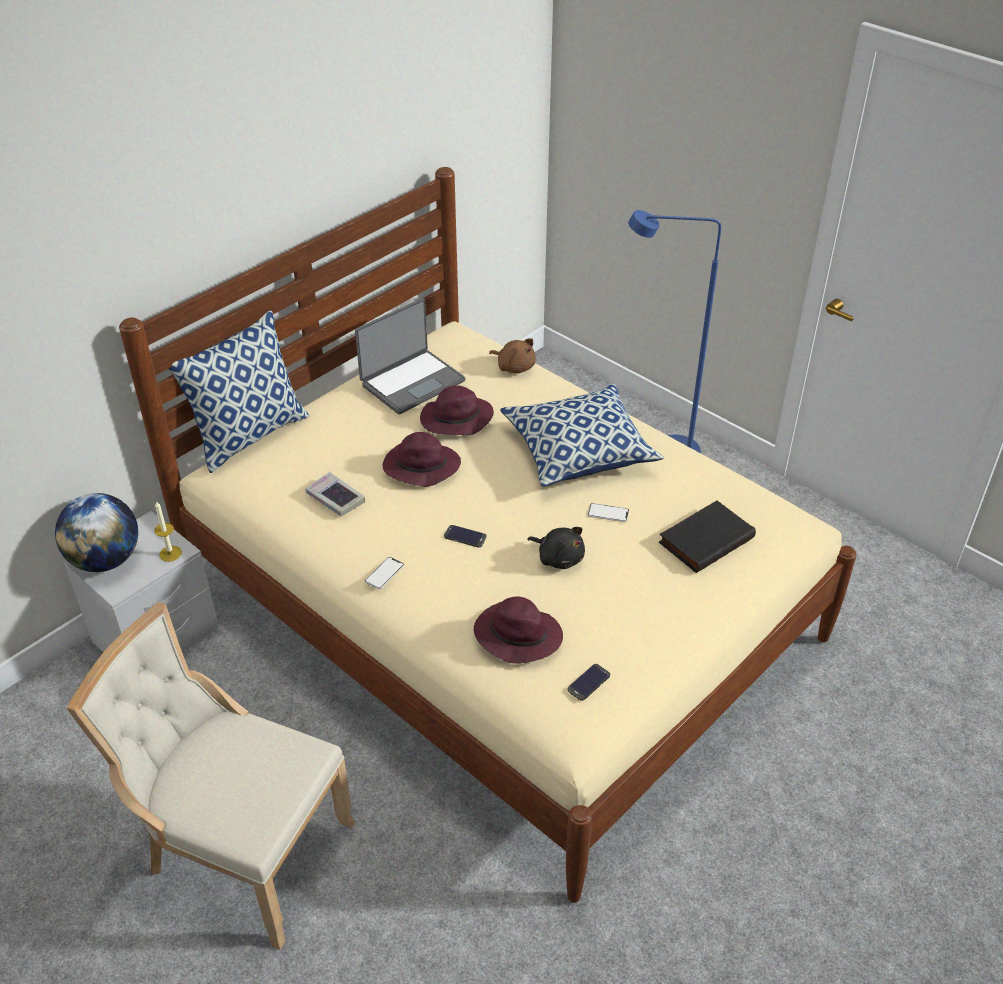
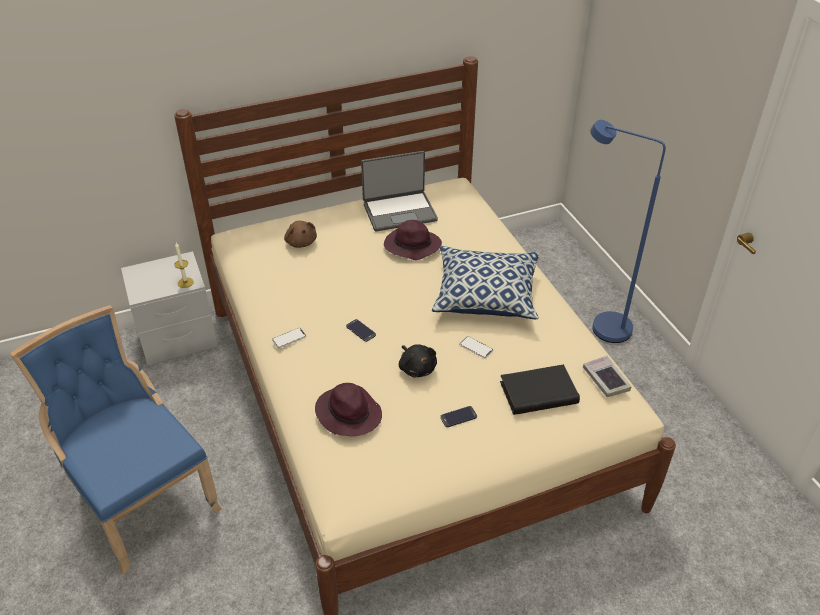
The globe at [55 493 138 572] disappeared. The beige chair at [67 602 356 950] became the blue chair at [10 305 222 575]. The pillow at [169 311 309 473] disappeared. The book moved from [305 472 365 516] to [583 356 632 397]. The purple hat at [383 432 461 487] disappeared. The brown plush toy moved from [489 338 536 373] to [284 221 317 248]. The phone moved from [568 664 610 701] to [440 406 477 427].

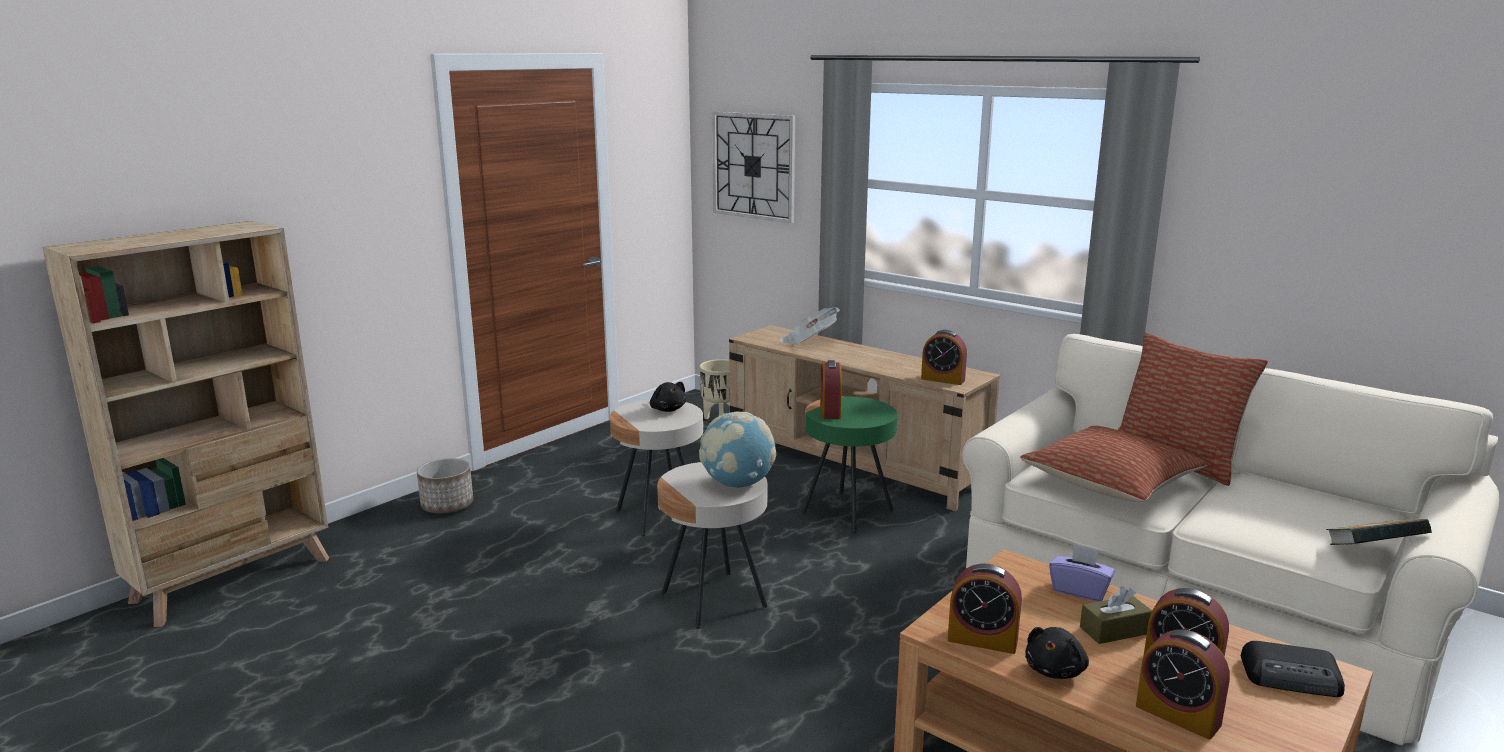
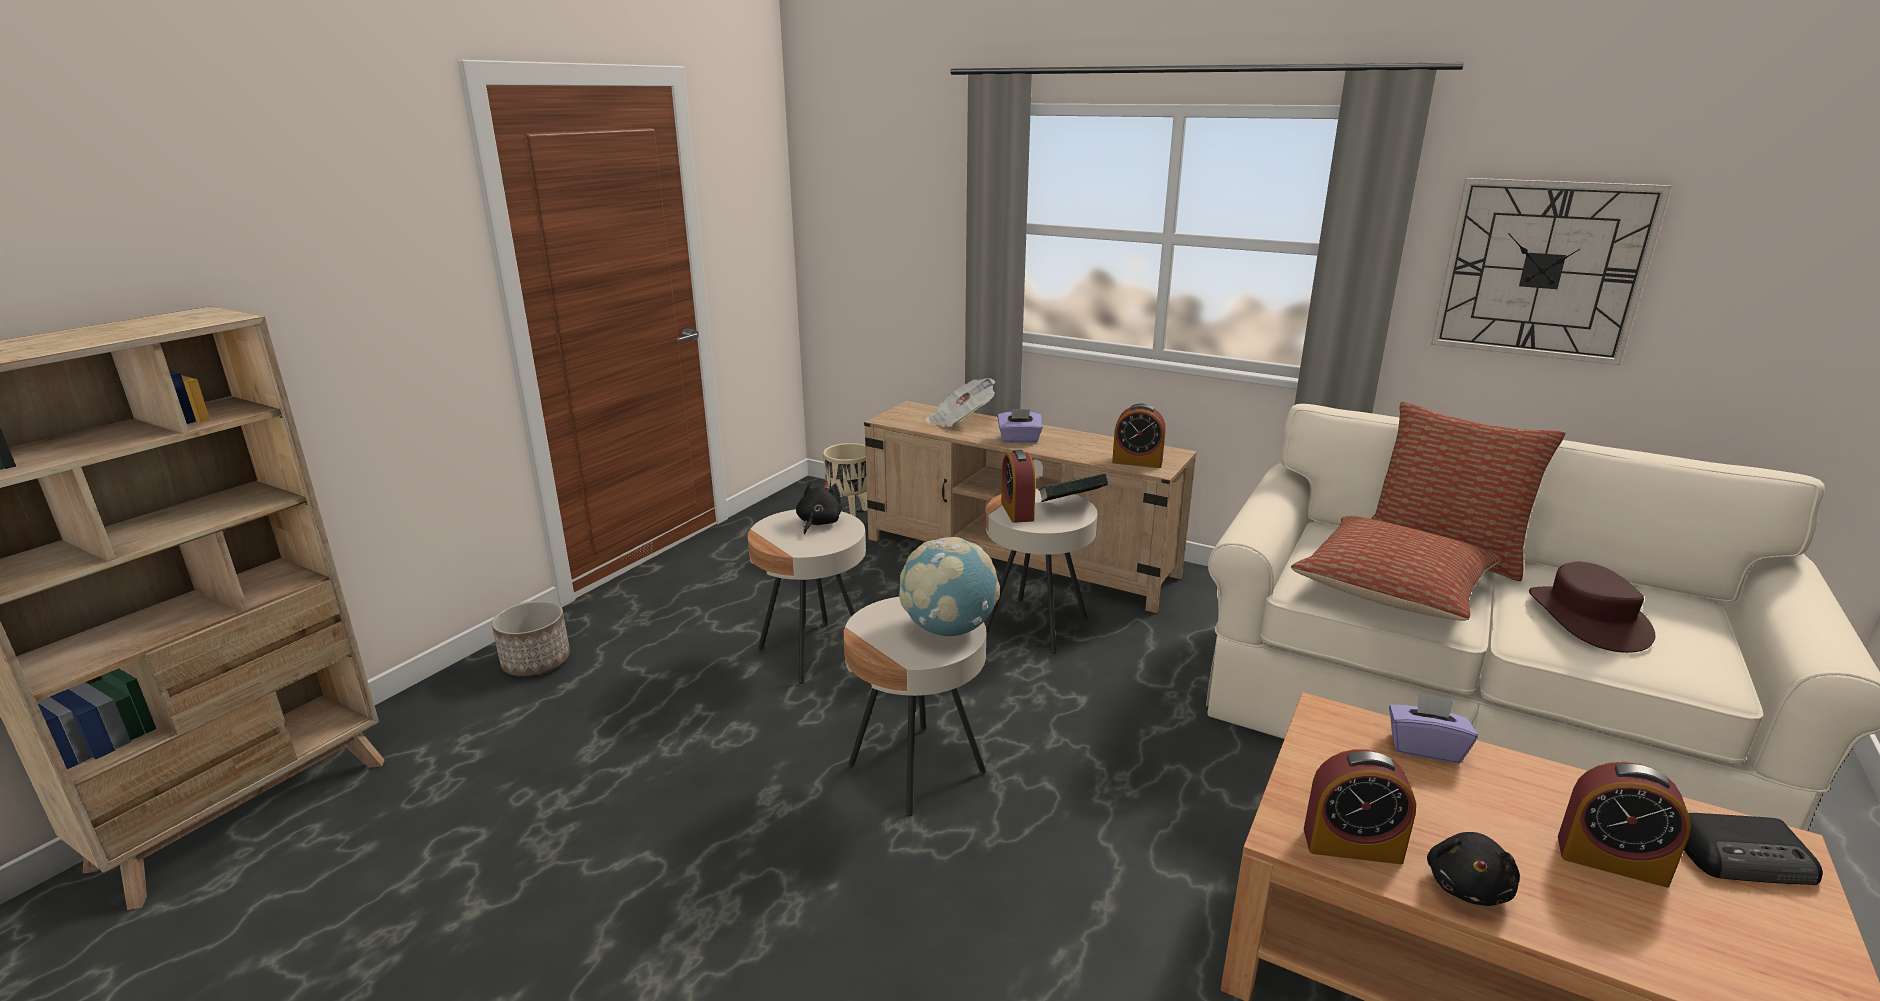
The black plush toy at [650 382 686 412] turned 120 degrees counterclockwise. The wall clock moved from [712 112 795 223] to [1431 178 1671 365]. The green side table at [802 396 897 533] became the beige side table at [985 489 1097 654]. The brown tissue box at [1080 586 1152 644] disappeared. The alarm clock at [1136 629 1230 739] disappeared. The book moved from [1326 519 1432 545] to [1038 473 1108 502]. The purple tissue box at [998 409 1043 443] appeared. The brown hat at [1529 562 1656 653] appeared.

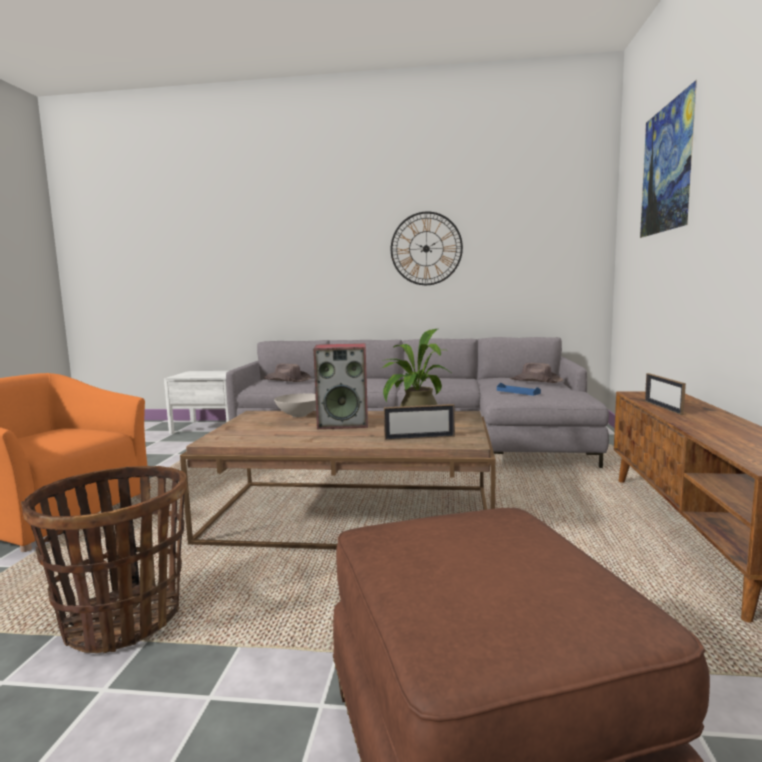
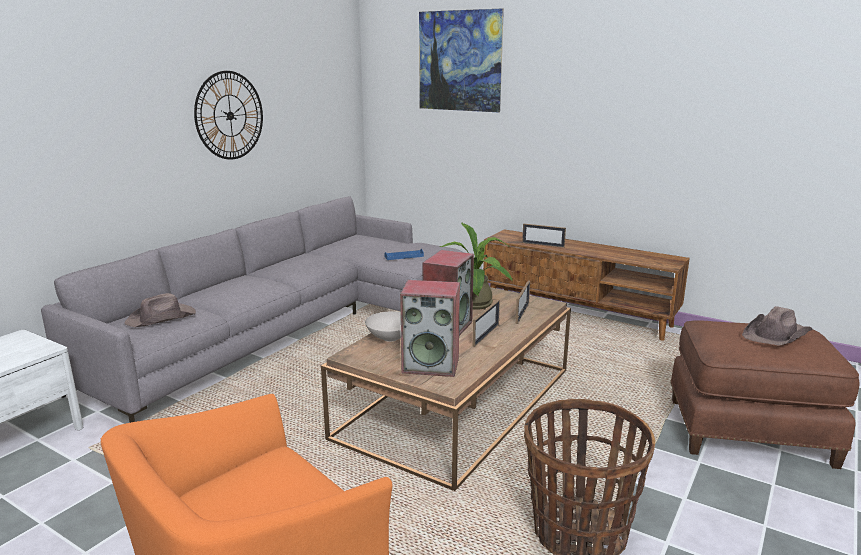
The brown hat moved from [510 363 564 383] to [742 306 813 346]. The speaker at [400 280 460 377] appeared. The picture frame at [472 300 500 347] appeared.

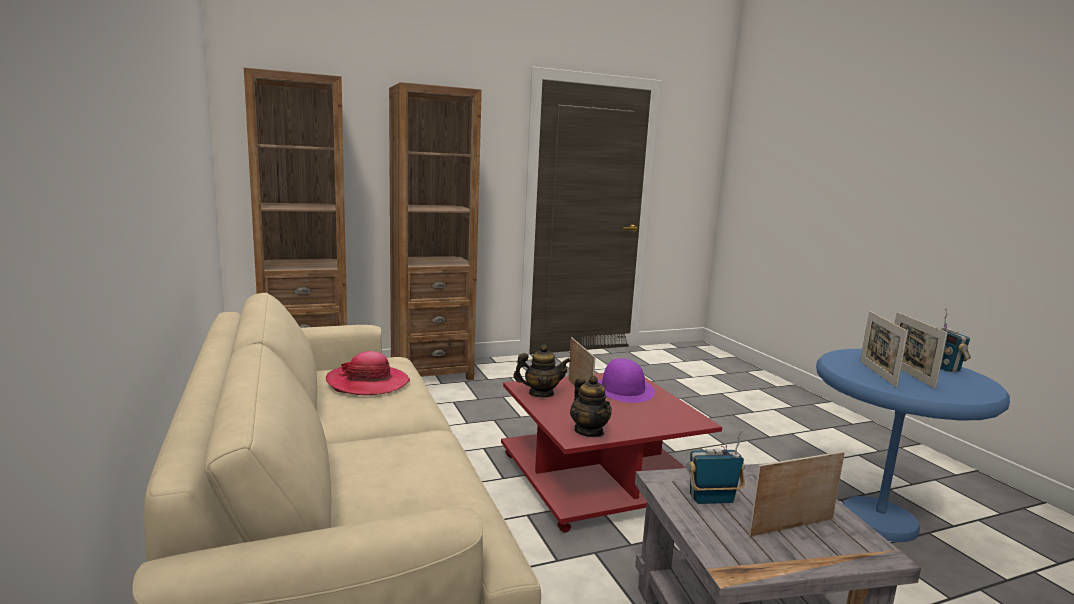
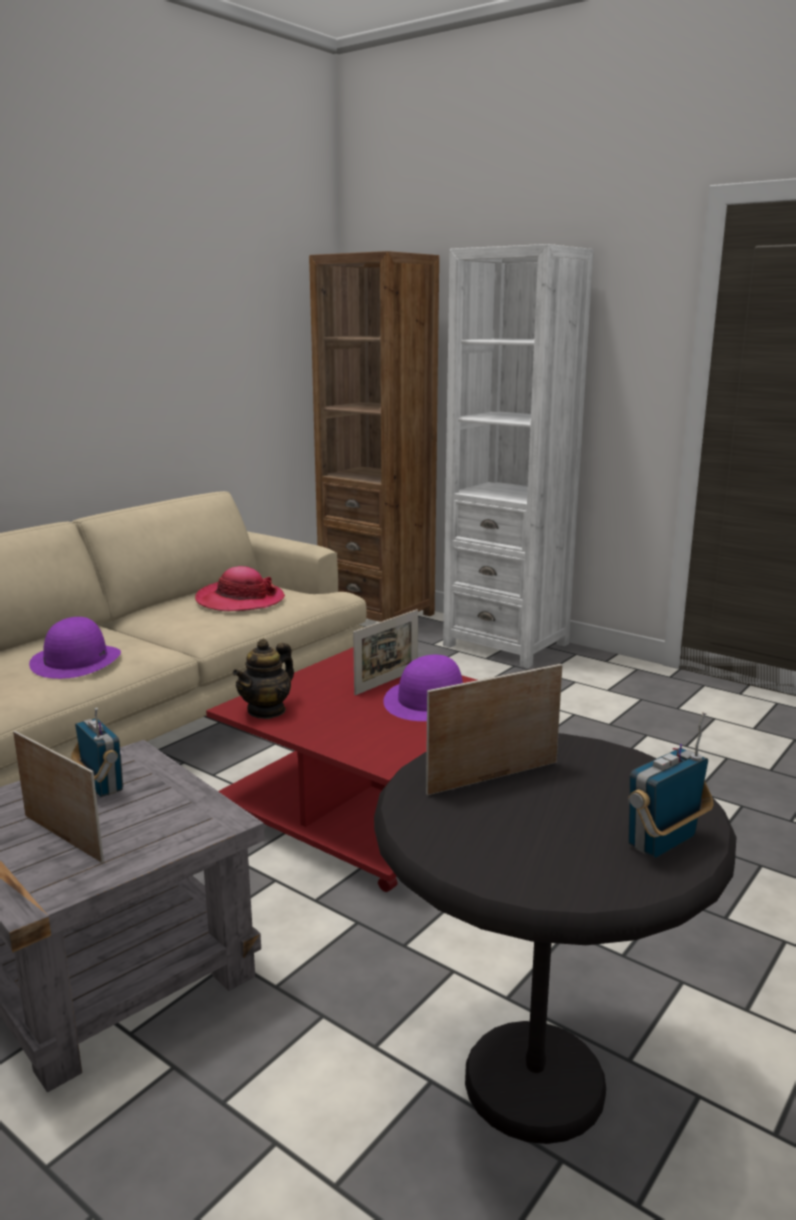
The brown bookcase at [389 82 482 380] became the white bookcase at [443 244 594 668]. The teapot at [513 345 571 397] disappeared. The blue side table at [816 349 1010 542] became the black side table at [374 733 736 1144]. The picture frame at [894 312 947 389] disappeared. The purple hat at [29 617 121 679] appeared.

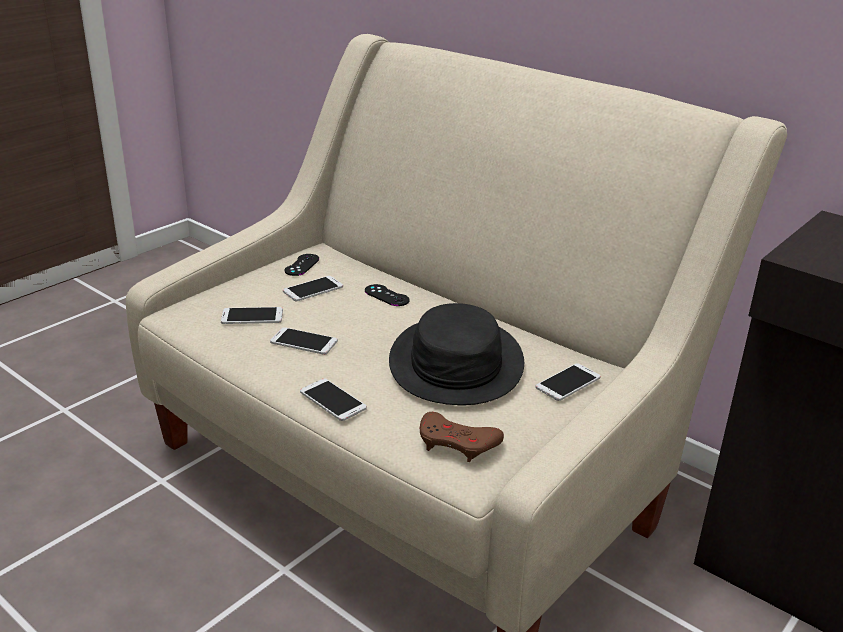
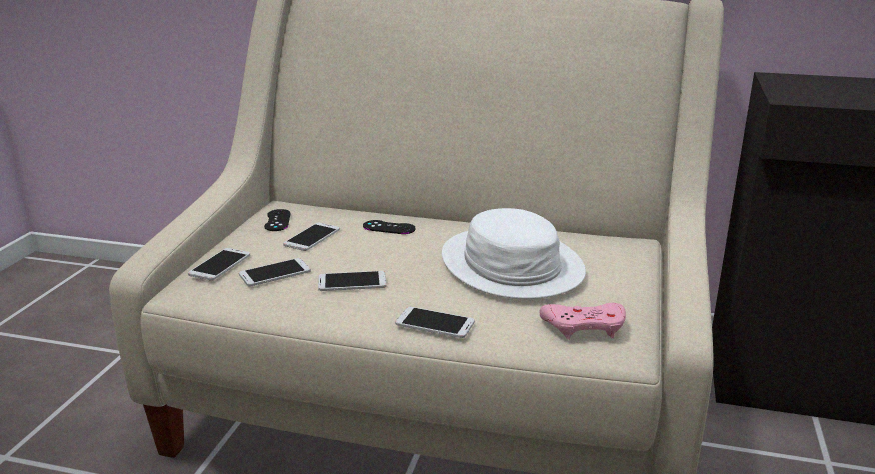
The black hat at [389 303 524 405] became the white hat at [442 208 586 299]. The brown game controller at [420 412 504 462] became the pink game controller at [539 303 626 340]. The phone moved from [535 363 601 401] to [188 248 250 281].

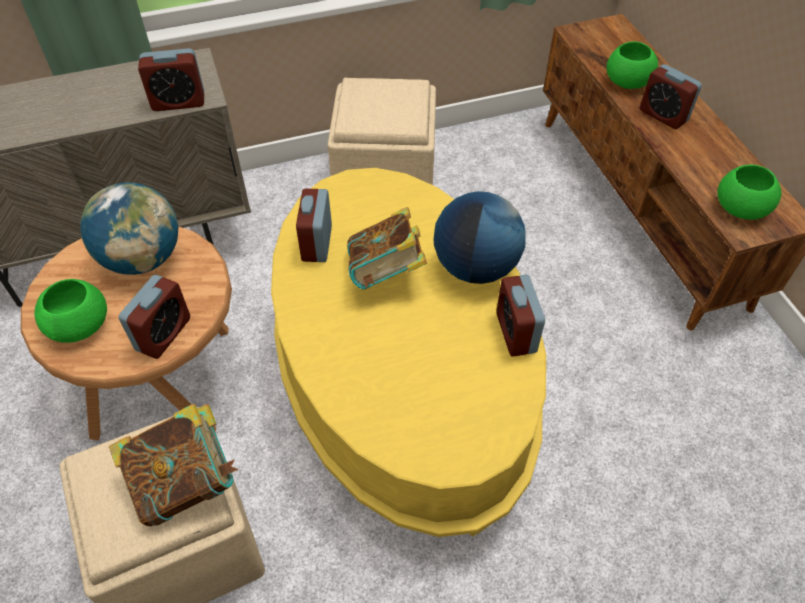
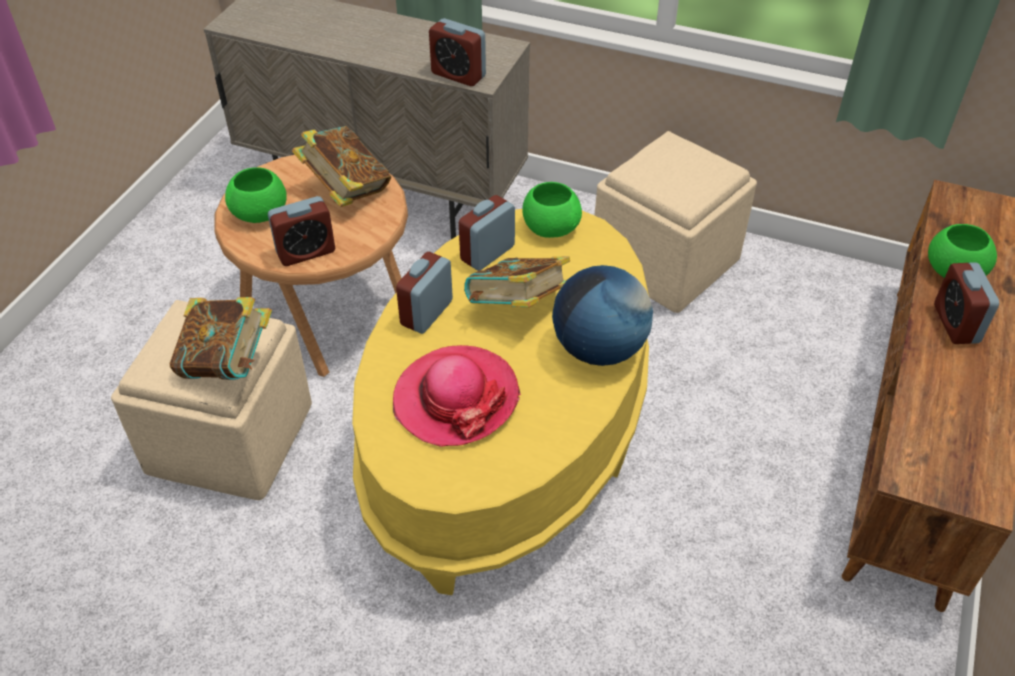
The globe at [80 182 178 275] was replaced by the book at [292 126 391 207]. The alarm clock moved from [496 275 545 357] to [396 252 453 334]. The green bowl moved from [717 165 781 220] to [522 182 582 238]. The hat at [393 345 521 447] appeared.

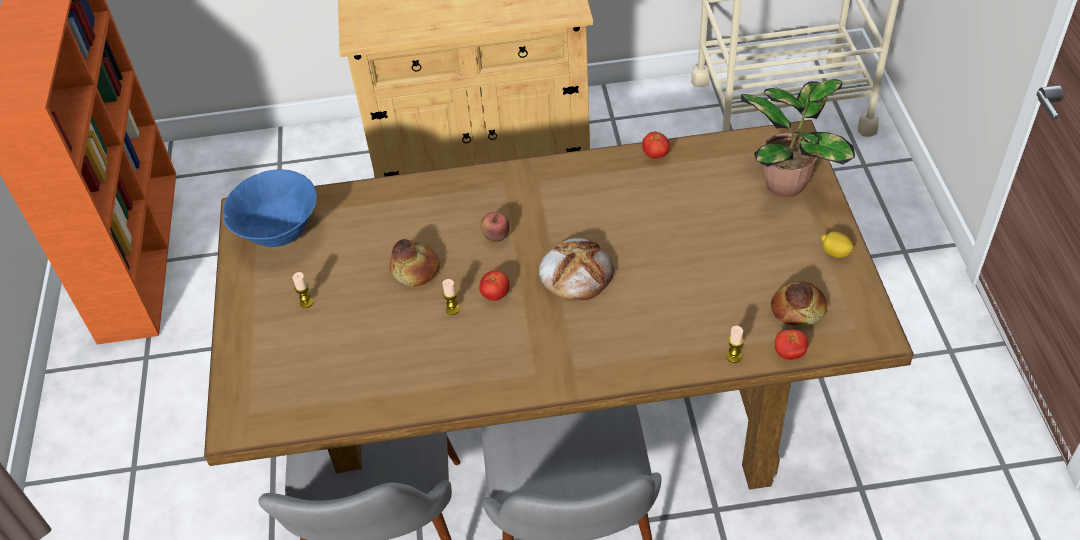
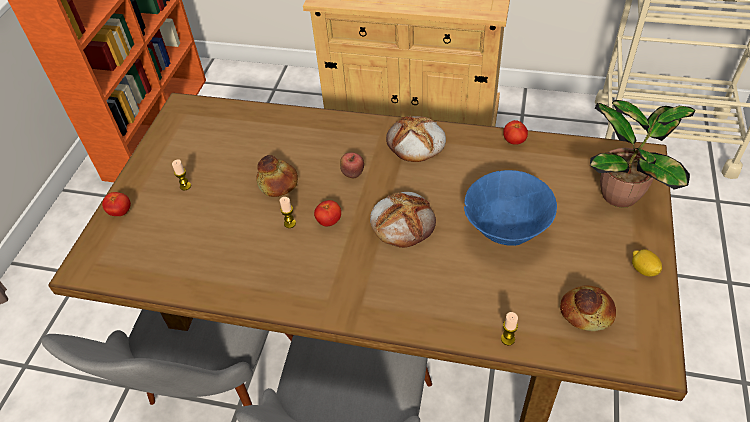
The blue bowl moved from [223 169 317 247] to [464 170 557 246]. The tomato moved from [775 329 808 360] to [102 192 131 216]. The bread at [386 116 446 162] appeared.

